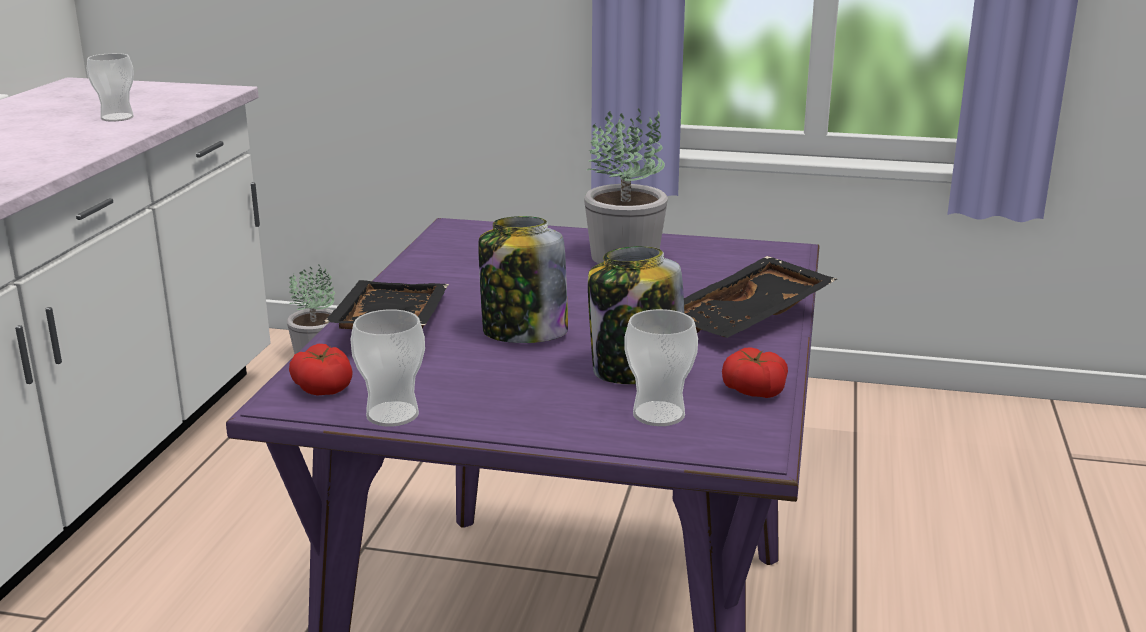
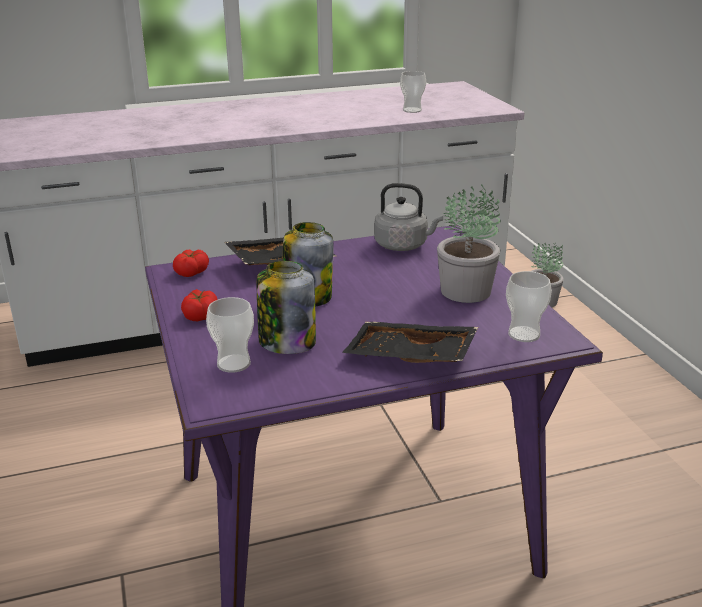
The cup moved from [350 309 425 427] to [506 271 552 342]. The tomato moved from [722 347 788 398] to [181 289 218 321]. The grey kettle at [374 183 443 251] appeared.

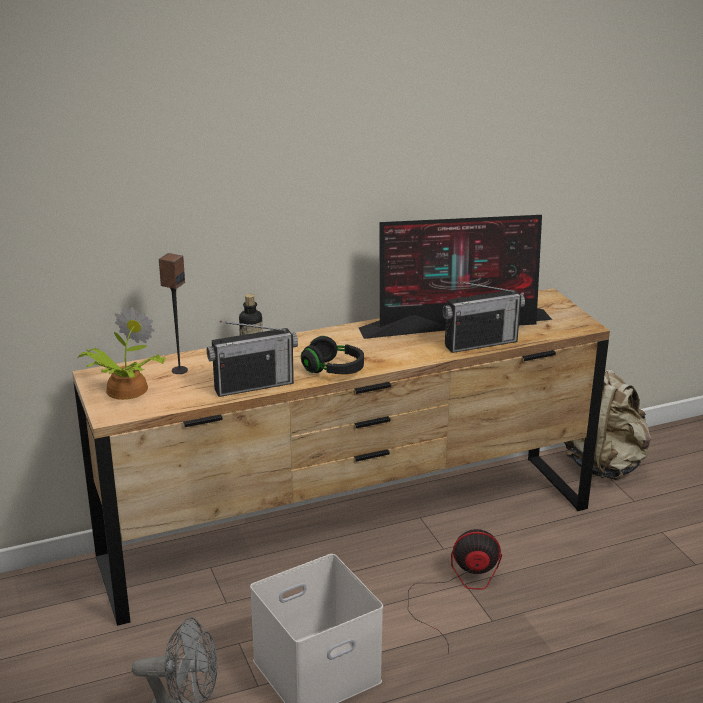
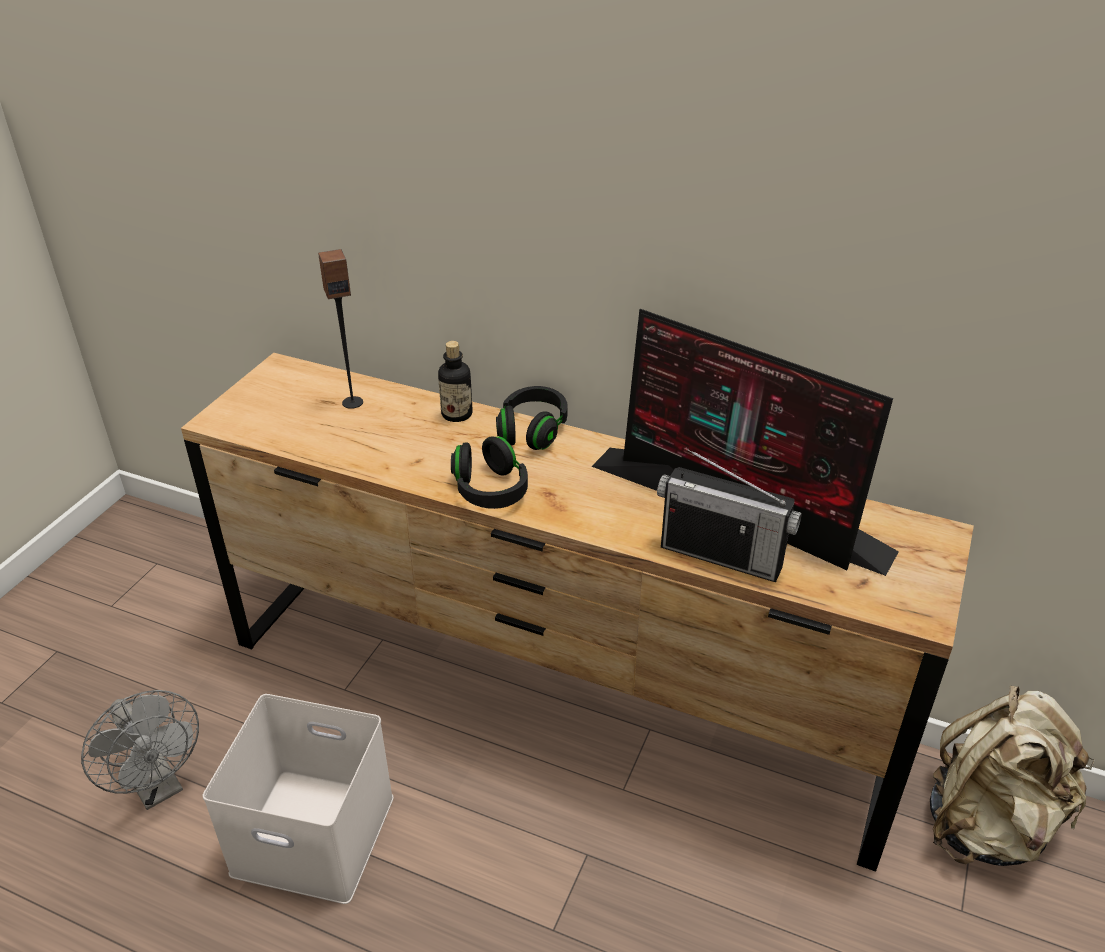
The potted plant at [78 307 165 400] disappeared. The radio at [207 321 298 397] disappeared. The fan at [408 529 502 654] disappeared. The black headphones at [496 386 567 450] appeared.

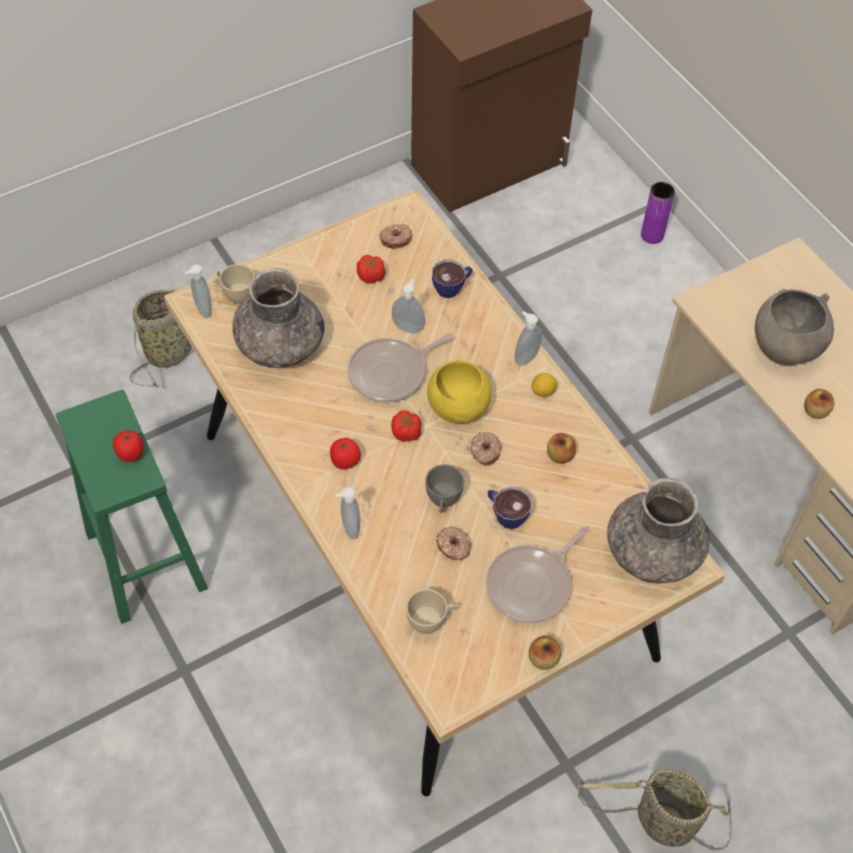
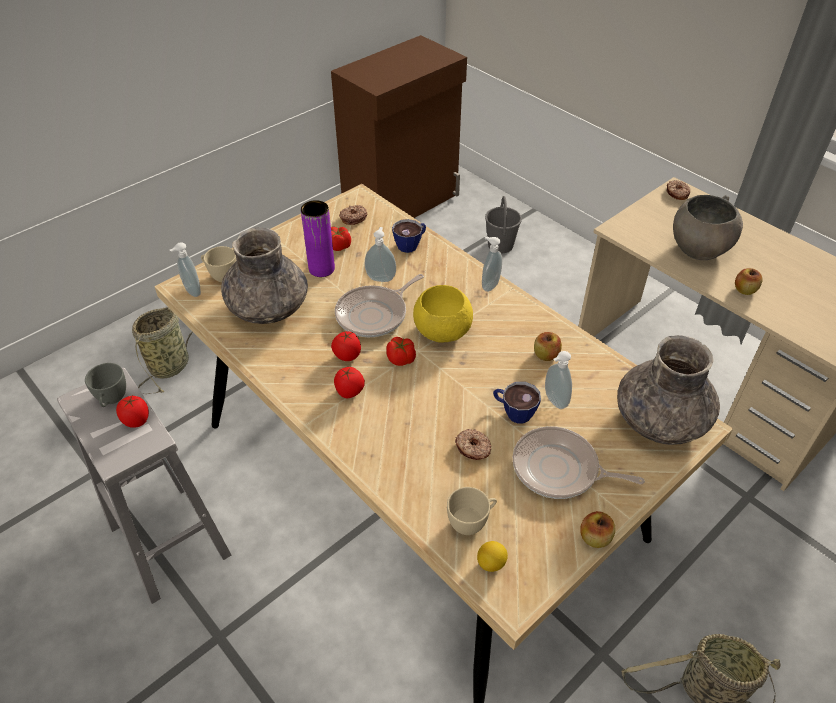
The green stool at [56 390 208 624] became the white stool at [57 367 231 604]. The soap dispenser moved from [336 487 360 539] to [545 351 572 409]. The grey cup moved from [425 464 464 513] to [85 363 126 407]. The donut moved from [471 432 501 466] to [667 180 690 200]. The frying pan at [486 527 588 623] turned 75 degrees clockwise. The lemon moved from [532 373 557 397] to [477 541 508 572]. The purple vase moved from [641 182 675 244] to [301 200 335 277]. The tomato at [331 331 361 361] appeared. The grey bucket at [485 196 522 253] appeared.

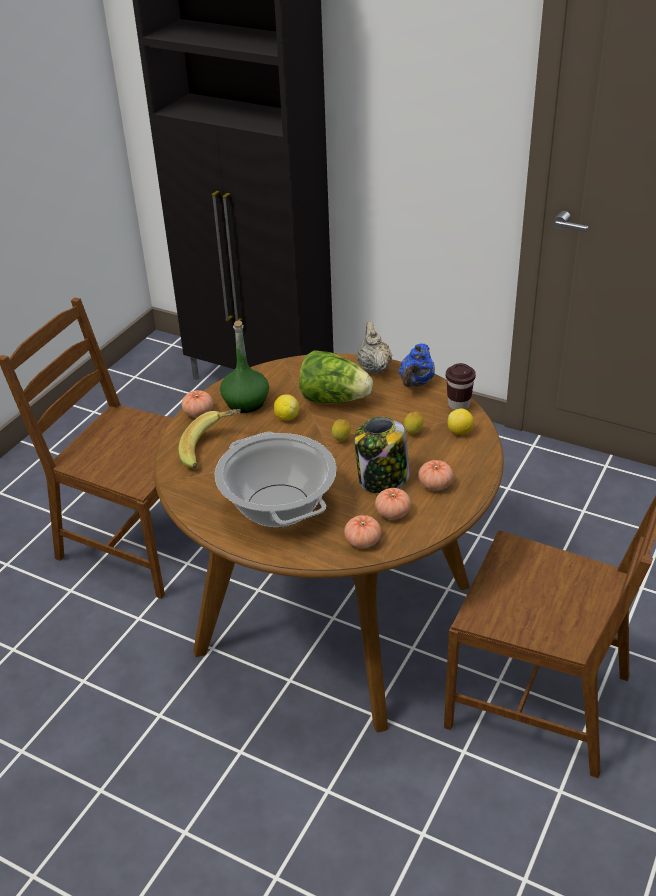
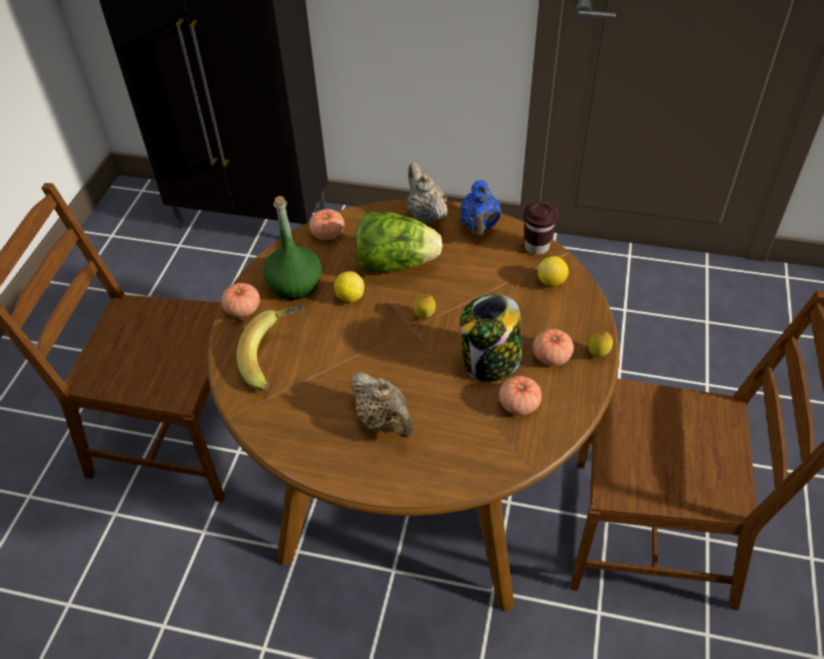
The cooking pot at [215 432 336 527] was replaced by the beige teapot at [350 372 414 438]. The tomato moved from [344 515 381 548] to [309 209 345 240]. The lemon moved from [404 412 423 435] to [588 331 613 357].

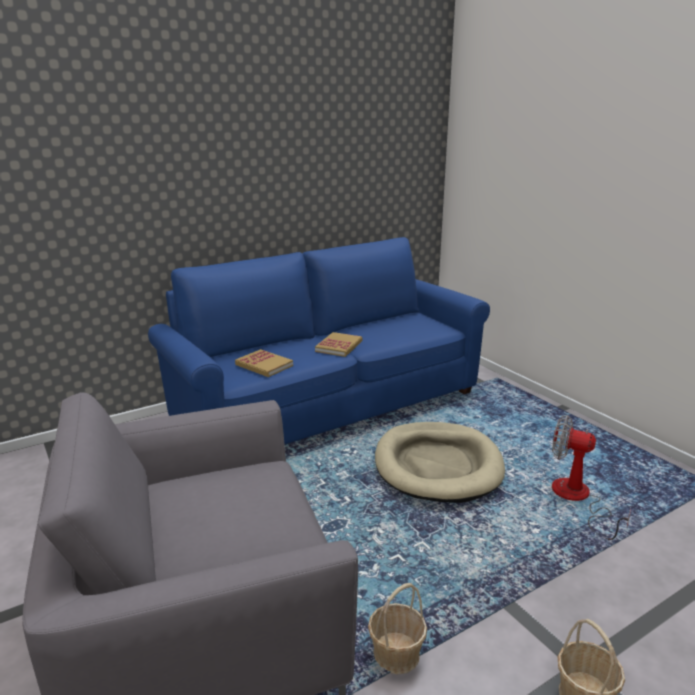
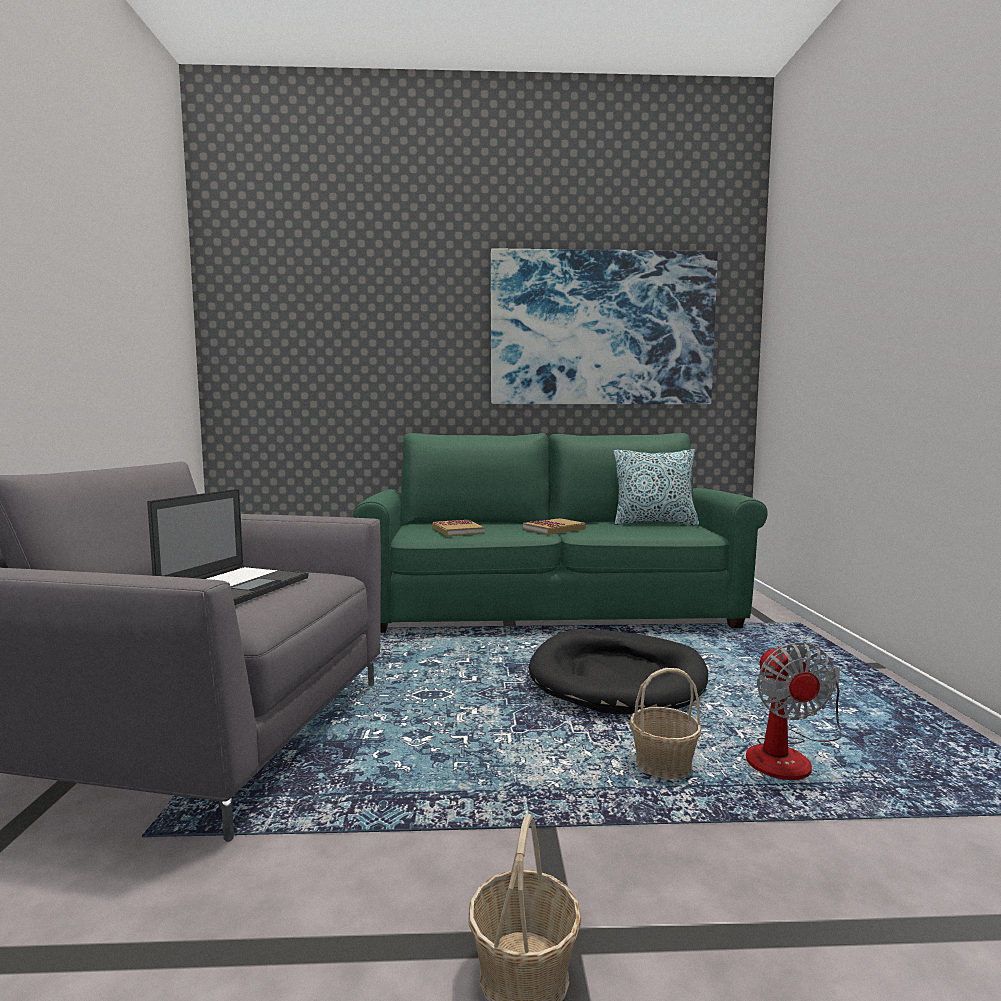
The blue sofa at [148 237 490 444] became the green sofa at [353 433 768 633]. The basket moved from [368 583 427 675] to [630 668 702 779]. The beige dog bed at [375 422 505 503] became the black dog bed at [529 629 708 715]. The fan at [552 415 631 540] turned 150 degrees counterclockwise. The laptop at [147 489 308 605] appeared. The picture at [491 248 718 404] appeared. The pillow at [614 449 699 526] appeared.

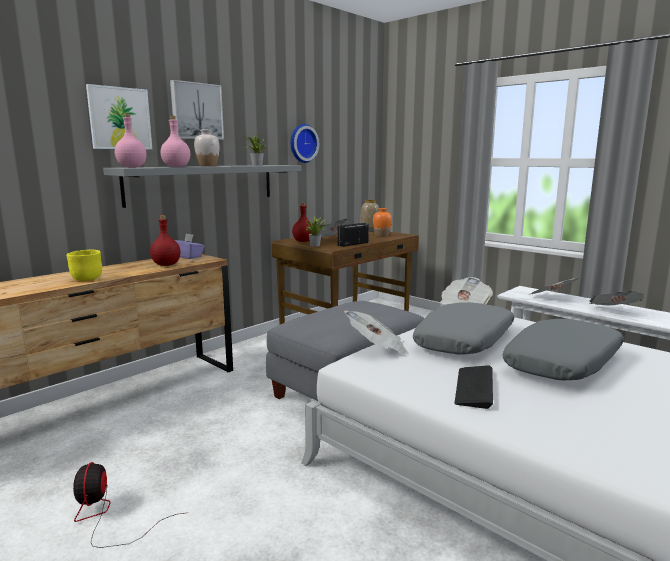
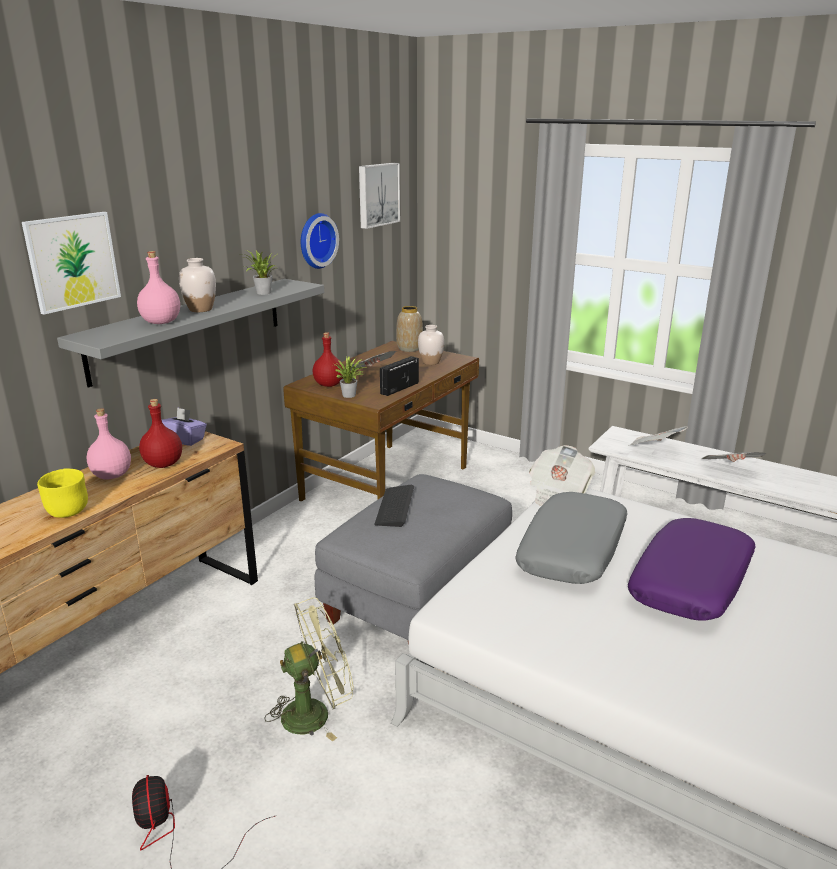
The pink bottle moved from [115 113 147 168] to [86 408 131 480]. The picture moved from [170 80 224 140] to [359 163 400 229]. The newspaper at [344 311 409 354] disappeared. The orange vase at [373 208 392 237] became the white vase at [418 325 444 365]. The keyboard moved from [454 365 493 409] to [374 485 414 527]. The grey pillow at [503 319 624 380] became the purple pillow at [628 518 755 621]. The green fan at [265 597 354 742] appeared.

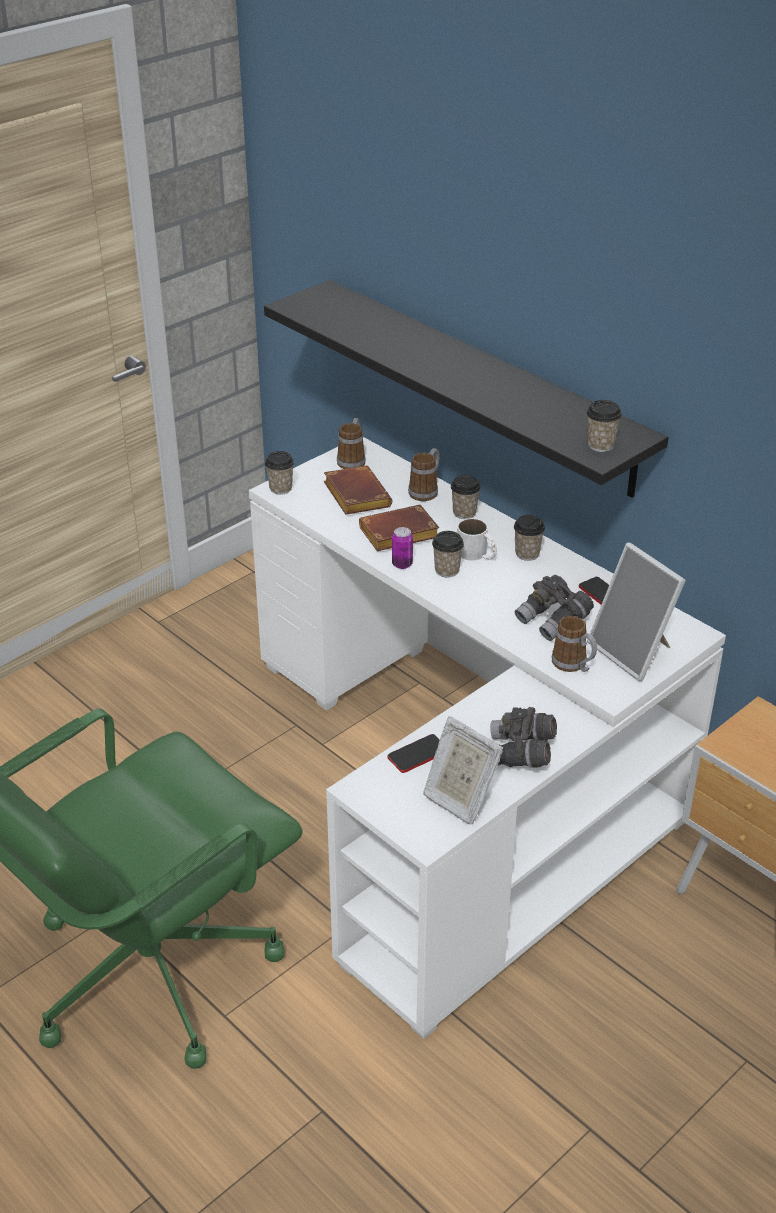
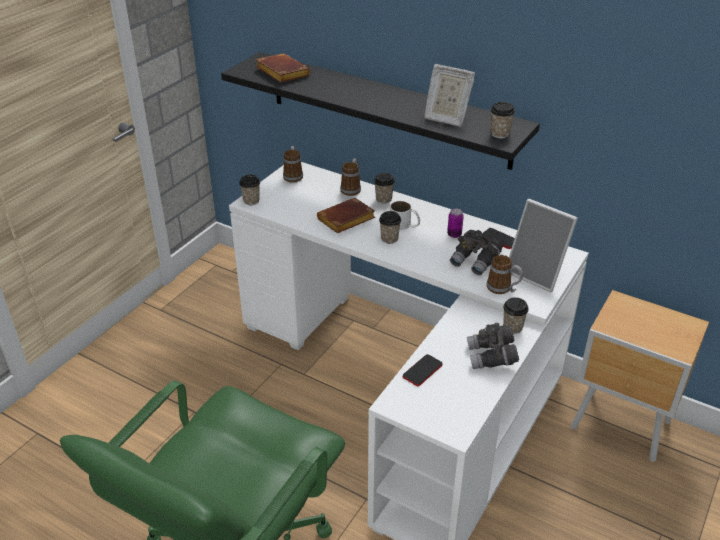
The brown book moved from [324 466 392 514] to [255 53 311 83]. The can moved from [392 527 413 569] to [447 208 464 238]. The picture frame moved from [423 716 503 825] to [424 64 475 127]. The cup moved from [514 515 545 561] to [503 297 529 334].

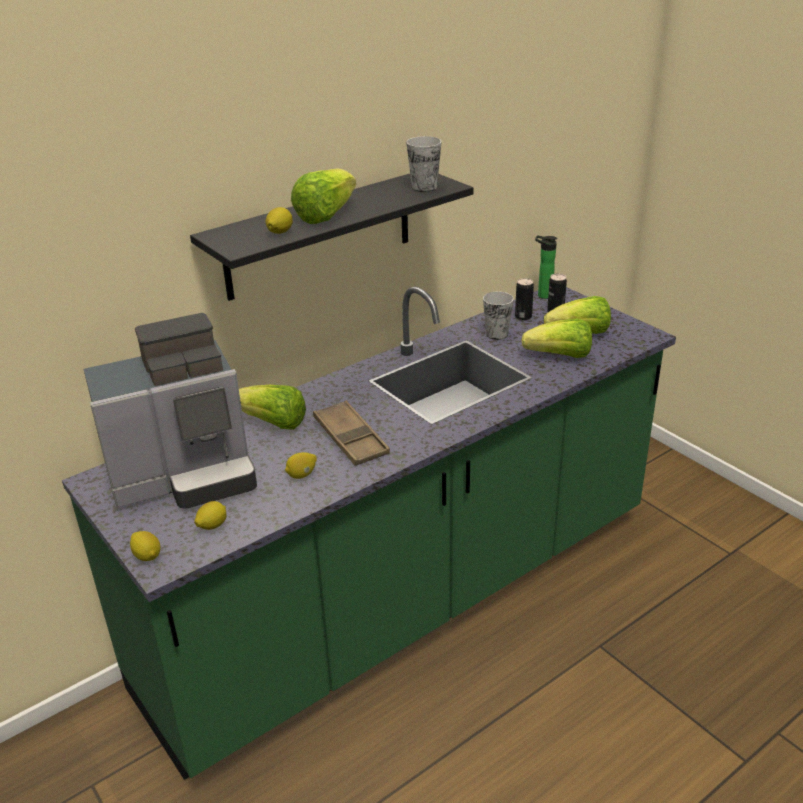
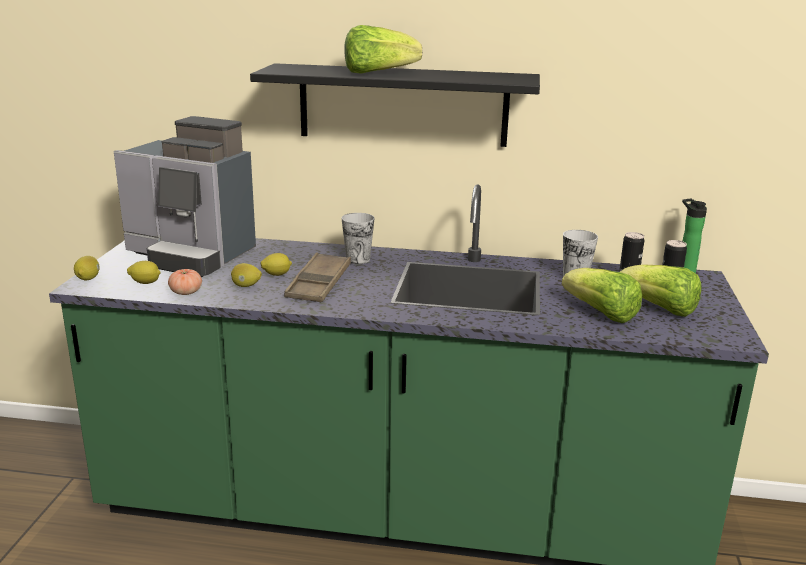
The lettuce at [239 385 306 430] disappeared. The lemon moved from [266 207 293 234] to [260 253 292 276]. The cup moved from [406 136 442 192] to [342 213 374 264]. The tomato at [168 269 202 295] appeared.

